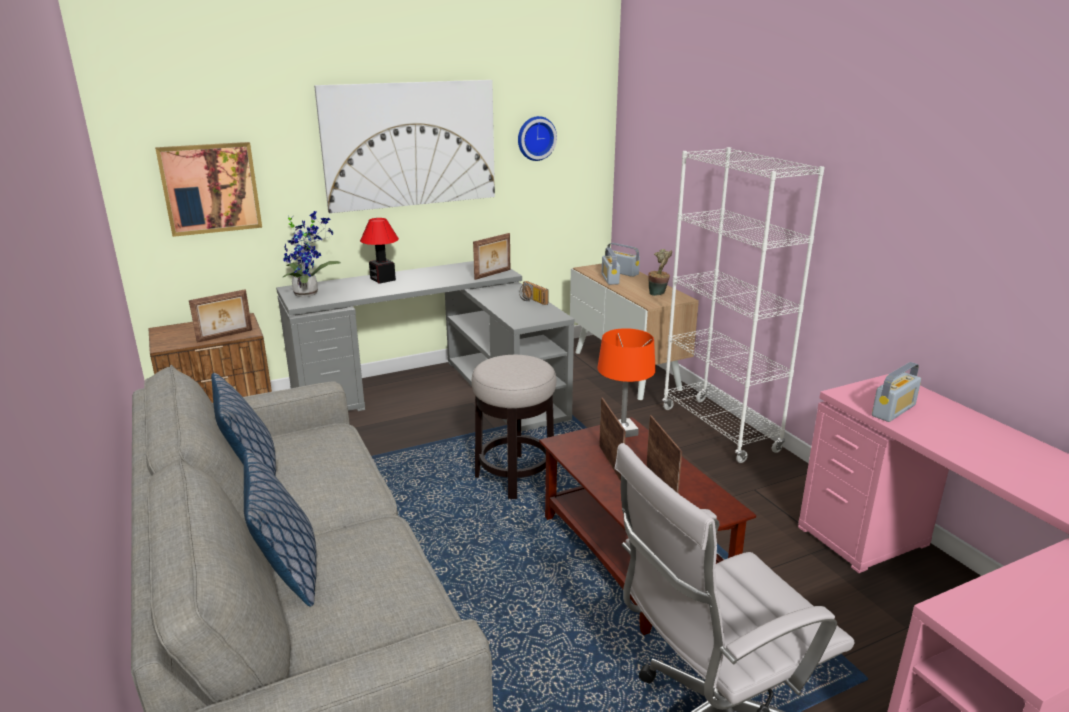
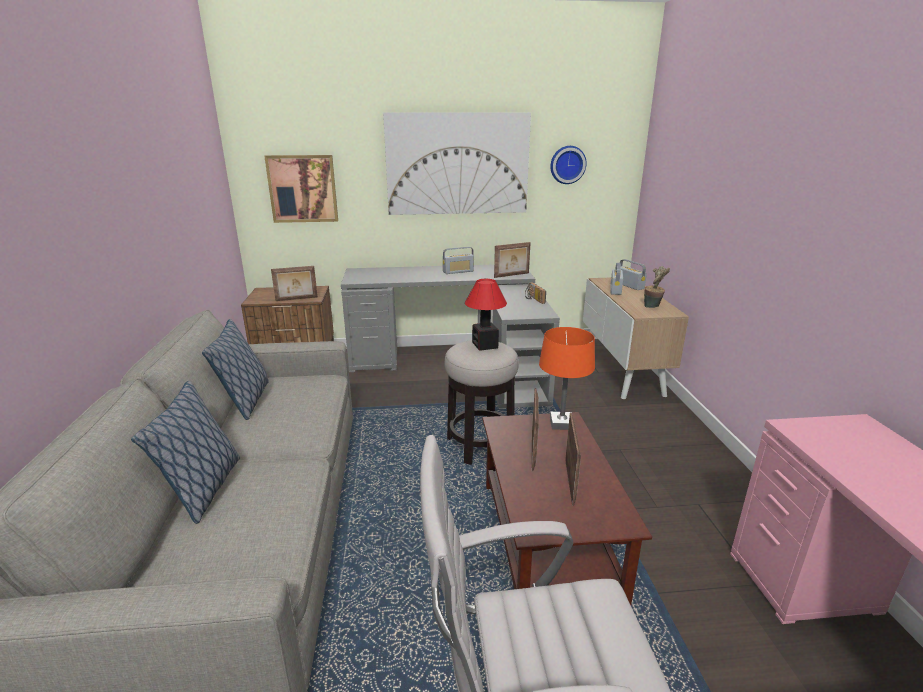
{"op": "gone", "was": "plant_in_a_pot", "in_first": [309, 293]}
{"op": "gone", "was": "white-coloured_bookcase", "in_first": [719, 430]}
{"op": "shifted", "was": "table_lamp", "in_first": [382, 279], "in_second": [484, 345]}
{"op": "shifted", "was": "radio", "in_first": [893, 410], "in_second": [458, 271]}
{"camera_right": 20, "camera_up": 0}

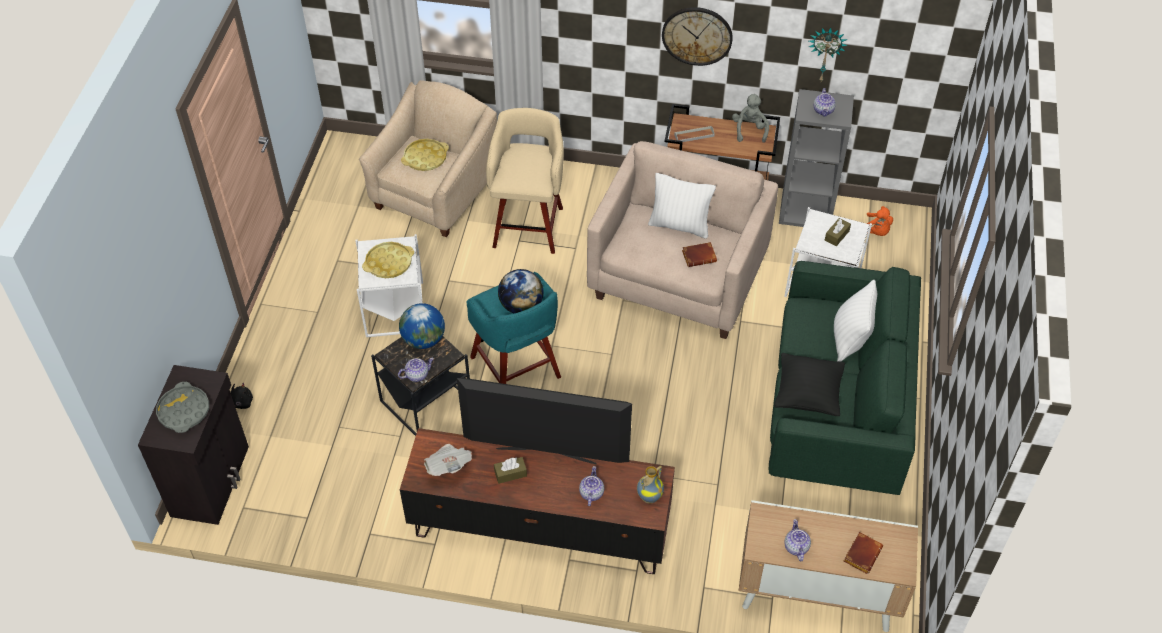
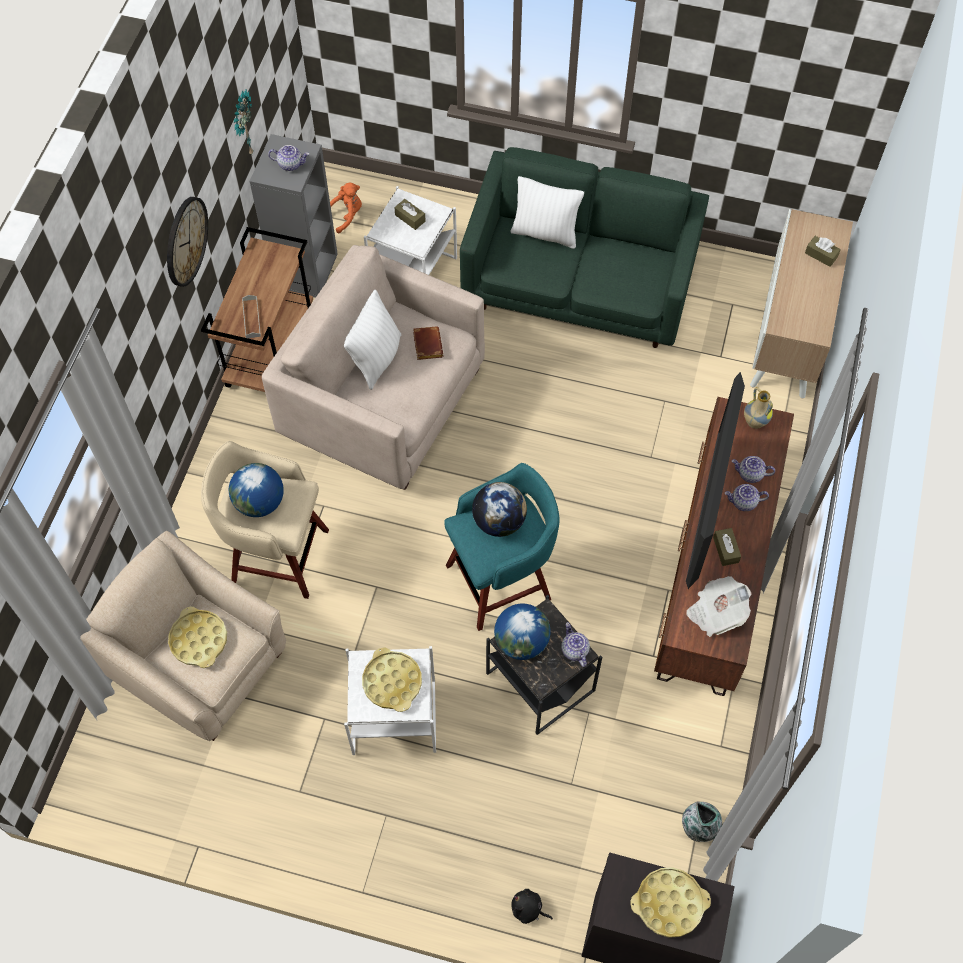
{"op": "gone", "was": "grey_soft_toy", "in_first": [749, 130]}
{"op": "gone", "was": "black_throw_pillow", "in_first": [807, 395]}
{"op": "new", "now": "desk_globe", "in_second": [259, 502]}
{"op": "new", "now": "decorative_vase", "in_second": [697, 830]}
{"op": "shifted", "was": "pot_for_tea", "in_first": [795, 547], "in_second": [743, 502]}
{"op": "swapped", "was": "brown_book", "now": "brown_tissue_box", "in_first": [861, 553], "in_second": [821, 255]}
{"op": "repainted", "was": "grey_carrying_tray", "now": "yellow_carrying_tray", "in_first": [184, 411], "in_second": [669, 904]}
{"camera_right": -85, "camera_up": 10}

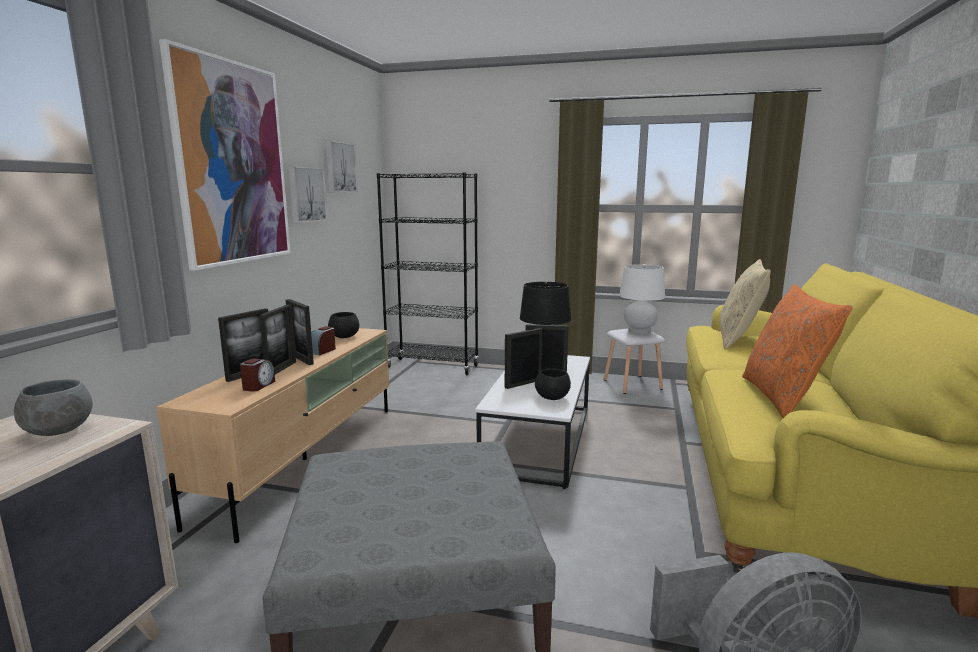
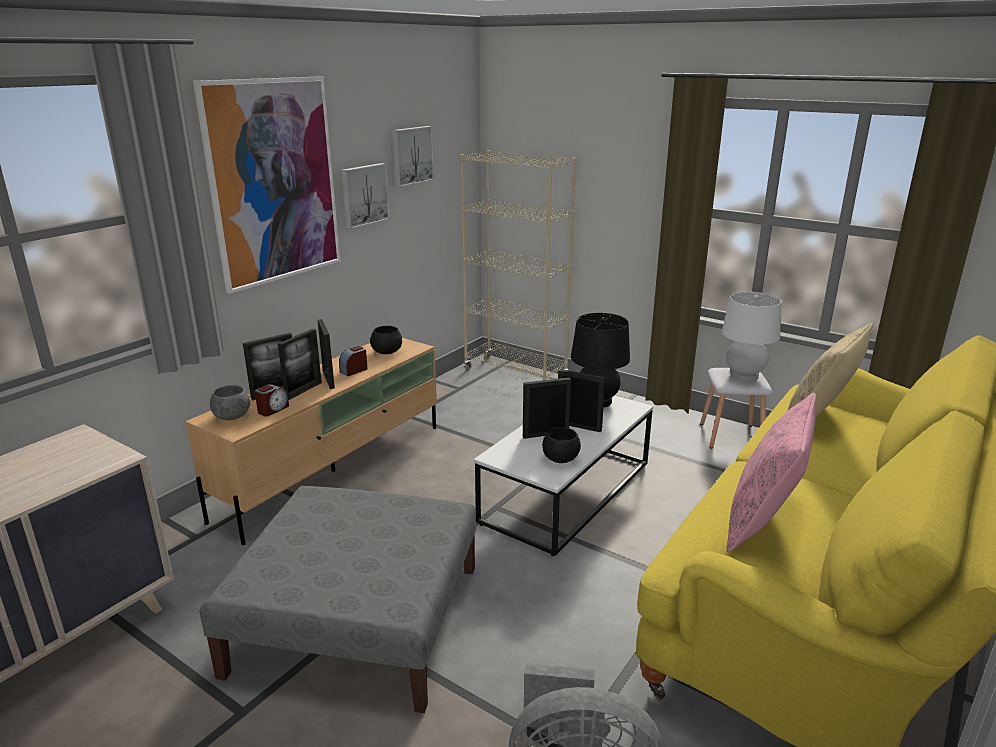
{"op": "shifted", "was": "grey_bowl", "in_first": [58, 431], "in_second": [232, 417]}
{"op": "repainted", "was": "black_bookcase", "now": "beige_bookcase", "in_first": [432, 367], "in_second": [515, 375]}
{"op": "repainted", "was": "orangey_throw_pillow", "now": "pinkish_throw_pillow", "in_first": [783, 398], "in_second": [763, 522]}
{"camera_right": 20, "camera_up": 10}

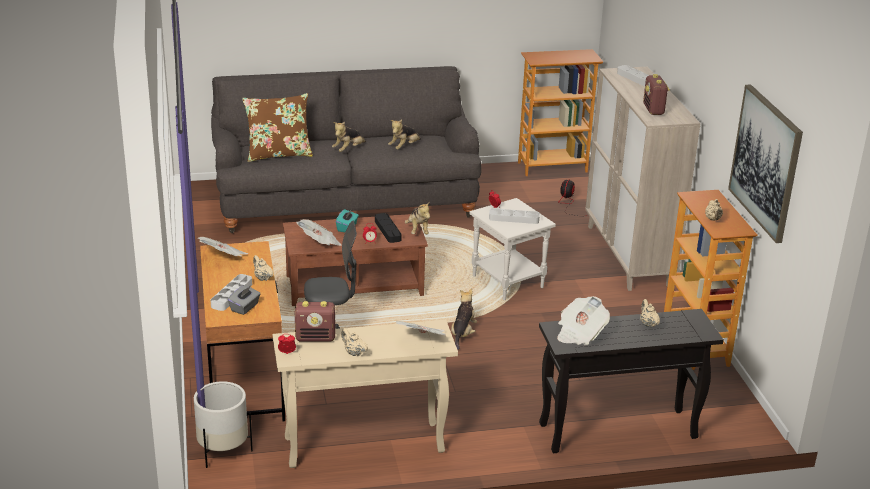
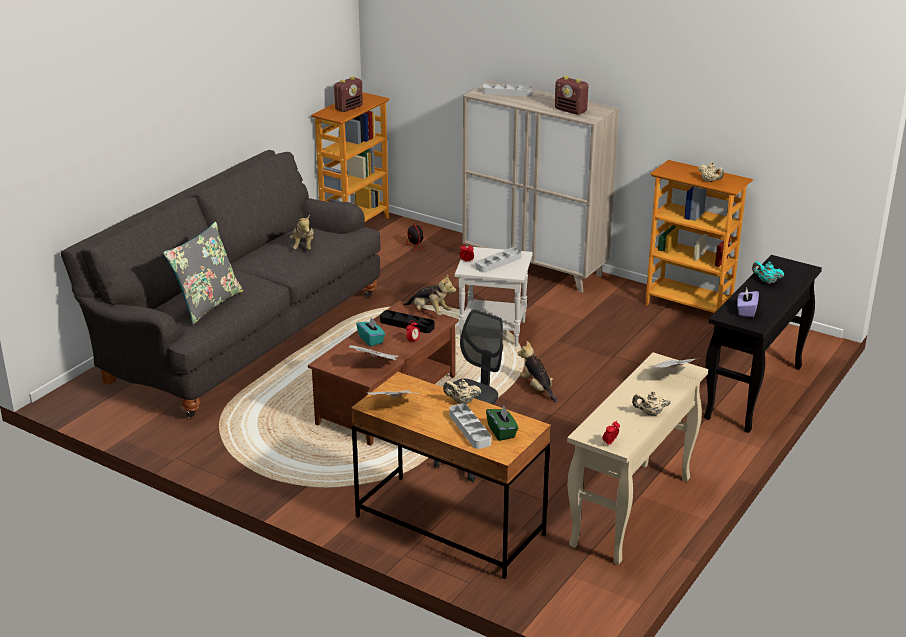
{"op": "gone", "was": "white-coloured_planter", "in_first": [223, 451]}
{"op": "gone", "was": "soft_toy", "in_first": [348, 149]}
{"op": "gone", "was": "wall_art", "in_first": [766, 162]}
{"op": "shifted", "was": "radio", "in_first": [316, 338], "in_second": [349, 108]}
{"op": "swapped", "was": "daily_paper", "now": "purple-coloured_tissue_box", "in_first": [580, 333], "in_second": [746, 311]}
{"op": "repainted", "was": "grey_tissue_box", "now": "green_tissue_box", "in_first": [245, 307], "in_second": [502, 432]}
{"op": "repainted", "was": "brown_throw_pillow", "now": "grey_throw_pillow", "in_first": [278, 154], "in_second": [207, 304]}
{"op": "repainted", "was": "beige_pot_for_tea", "now": "turquoise-coloured_pot_for_tea", "in_first": [648, 324], "in_second": [766, 281]}
{"camera_right": -45, "camera_up": 0}

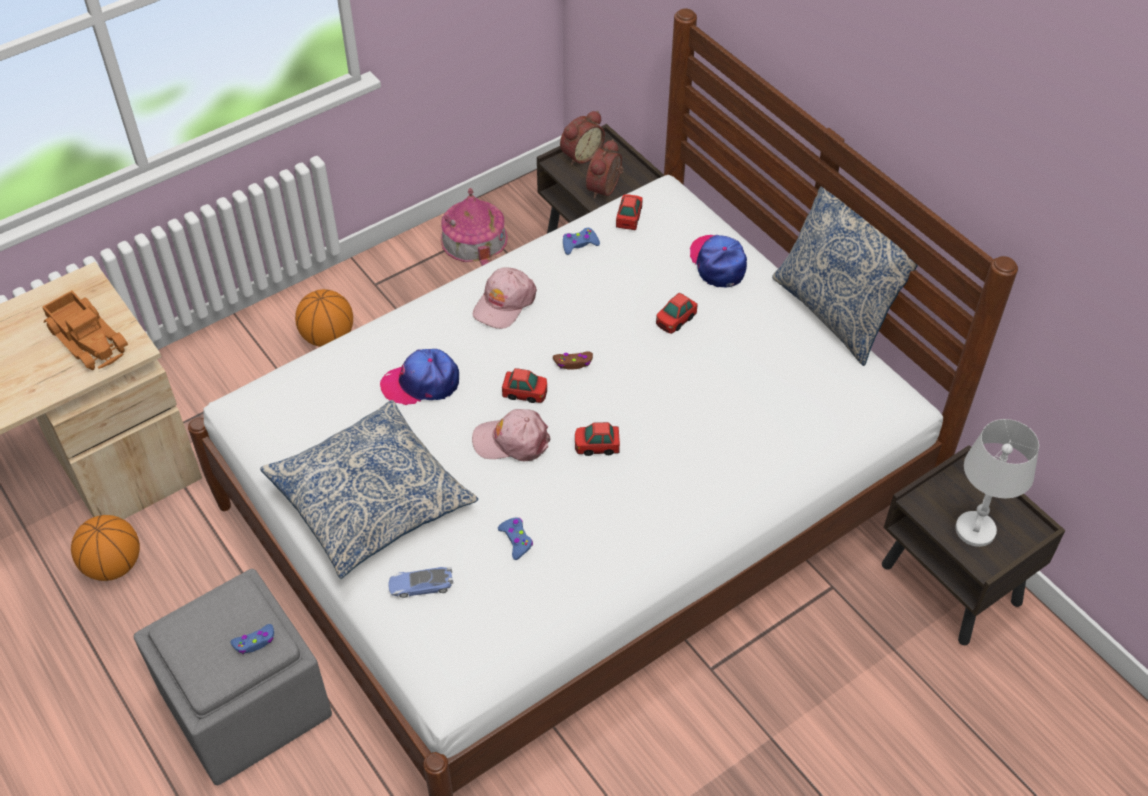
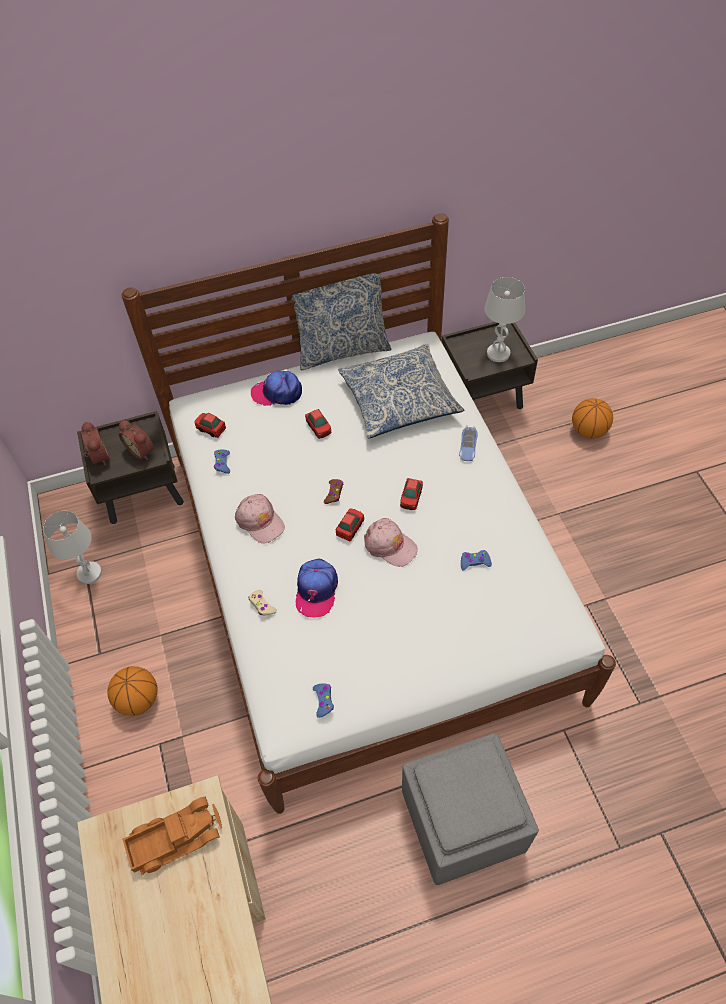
{"op": "new", "now": "beige_joypad", "in_second": [262, 605]}
{"op": "shifted", "was": "basketball_ball", "in_first": [113, 565], "in_second": [588, 431]}
{"op": "shifted", "was": "blue-coloured_joypad", "in_first": [255, 642], "in_second": [323, 701]}
{"op": "shifted", "was": "throw_pillow", "in_first": [370, 499], "in_second": [399, 400]}
{"op": "shifted", "was": "miniature_car", "in_first": [421, 585], "in_second": [468, 446]}
{"op": "swapped", "was": "miniature_house", "now": "white-coloured_table_lamp", "in_first": [474, 239], "in_second": [89, 573]}
{"op": "rotated", "was": "pinkish_cap", "in_first": [512, 441], "in_second": [390, 545], "clockwise": -75}
{"camera_right": -70, "camera_up": 5}

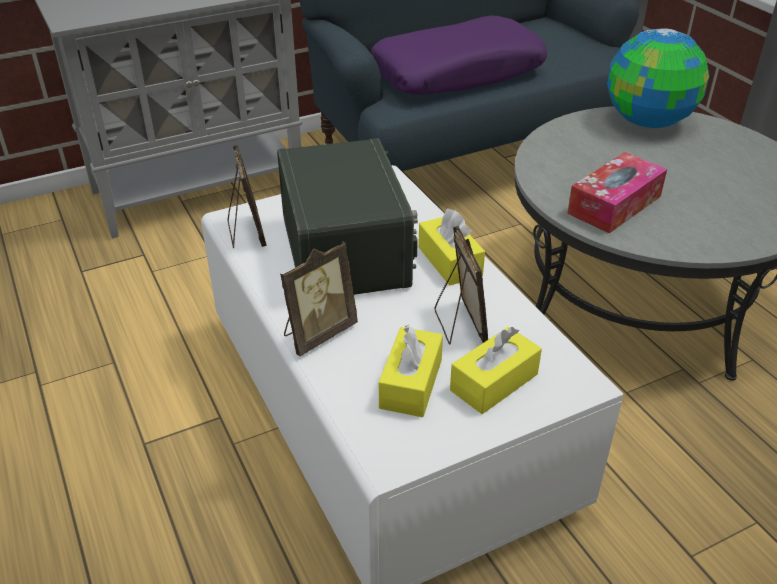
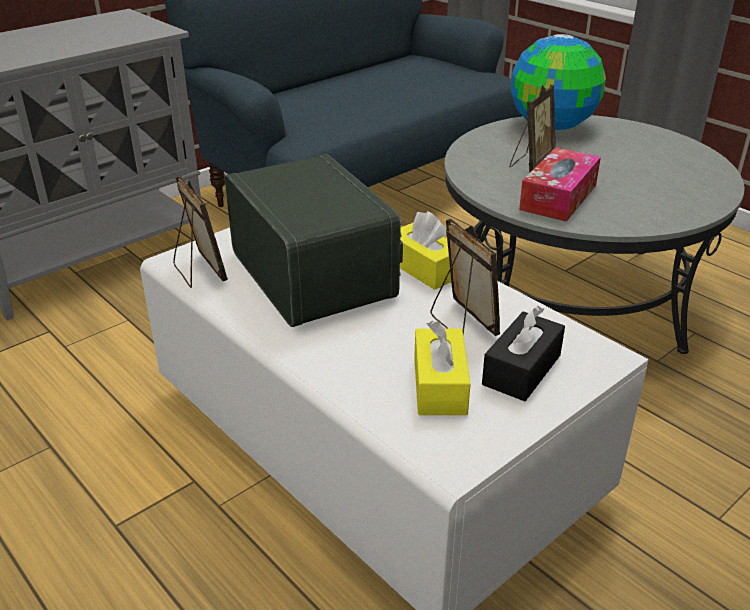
{"op": "gone", "was": "purple-coloured_throw_pillow", "in_first": [457, 73]}
{"op": "shifted", "was": "standing_frame", "in_first": [317, 333], "in_second": [531, 163]}
{"op": "repainted", "was": "yellow_tissue_box", "now": "black_tissue_box", "in_first": [494, 382], "in_second": [521, 370]}
{"camera_right": -15, "camera_up": -5}

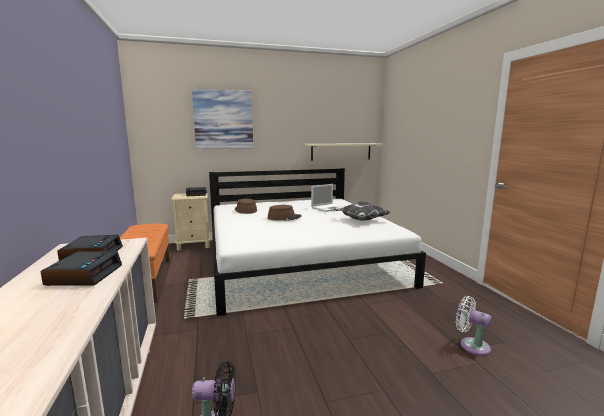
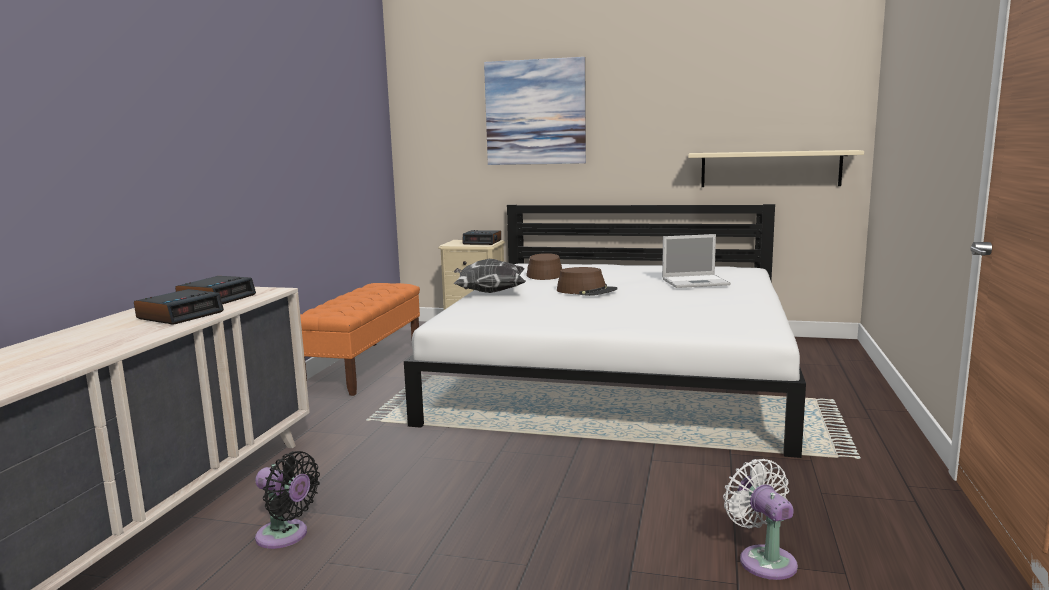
{"op": "shifted", "was": "throw_pillow", "in_first": [360, 220], "in_second": [489, 292]}
{"camera_right": 30, "camera_up": 0}

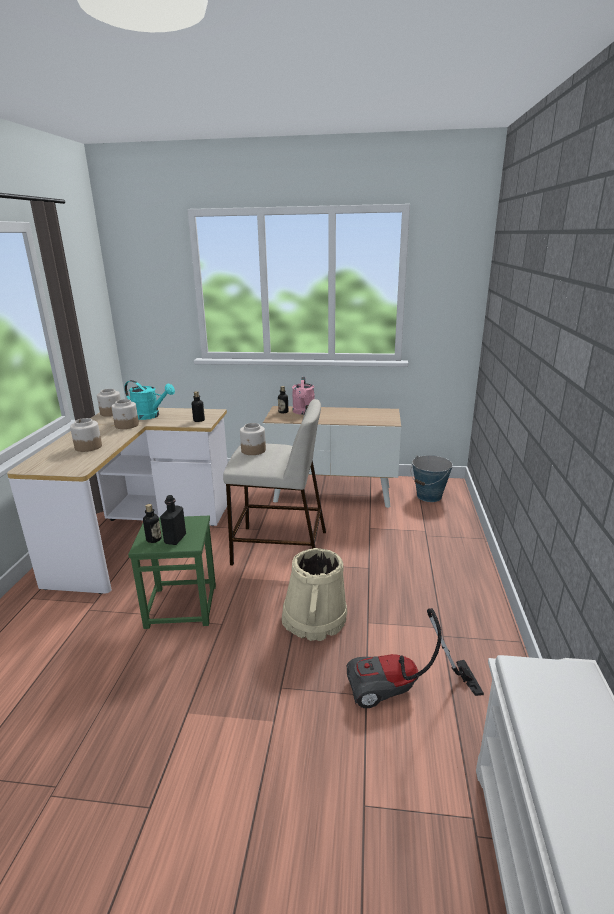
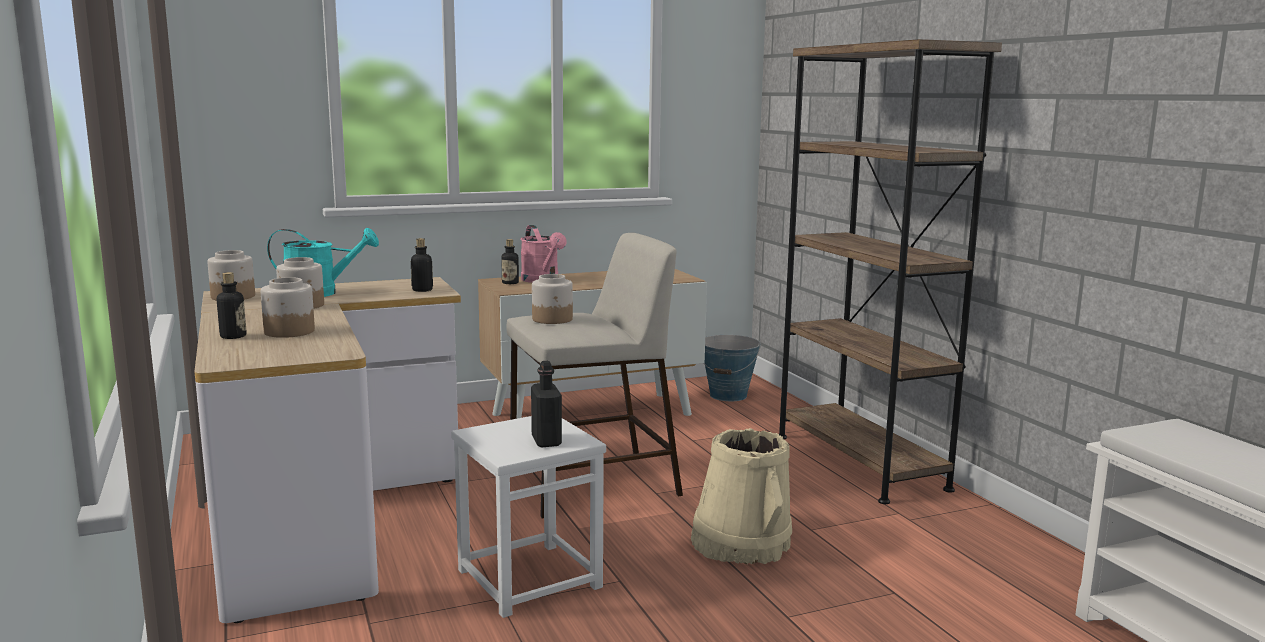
{"op": "gone", "was": "hoover", "in_first": [402, 691]}
{"op": "new", "now": "brown_bookcase", "in_second": [859, 462]}
{"op": "shifted", "was": "beverage_bottle", "in_first": [154, 539], "in_second": [233, 336]}
{"op": "repainted", "was": "green_sitting_stool", "now": "white-coloured_sitting_stool", "in_first": [182, 606], "in_second": [529, 578]}
{"camera_right": -30, "camera_up": -10}

